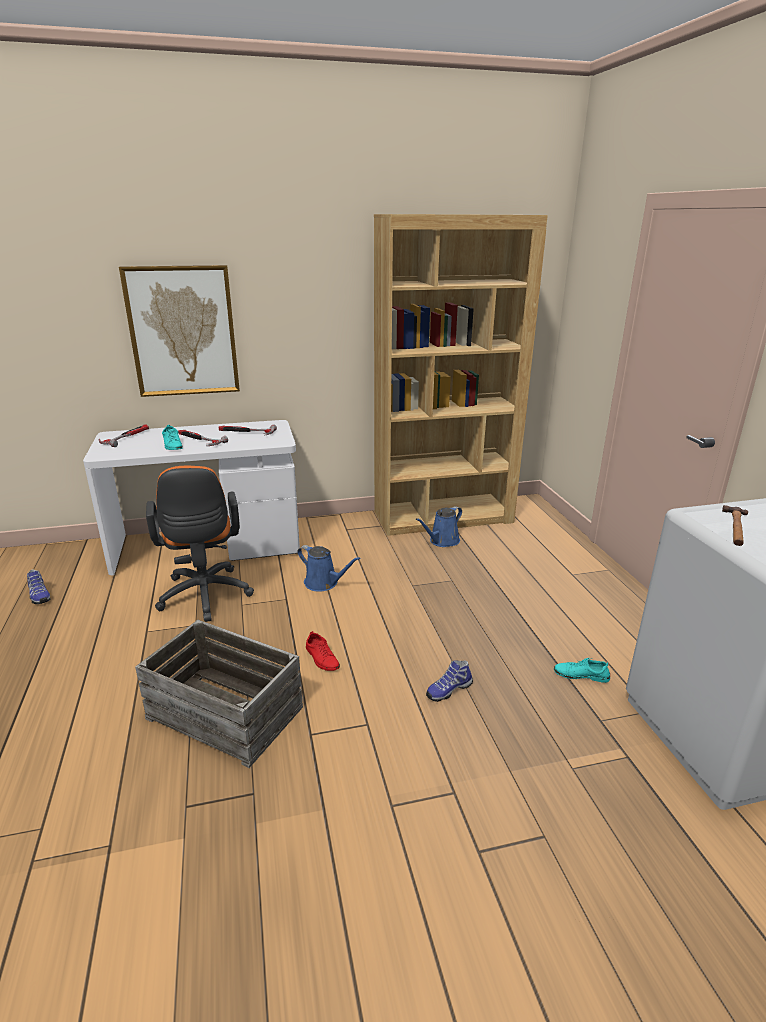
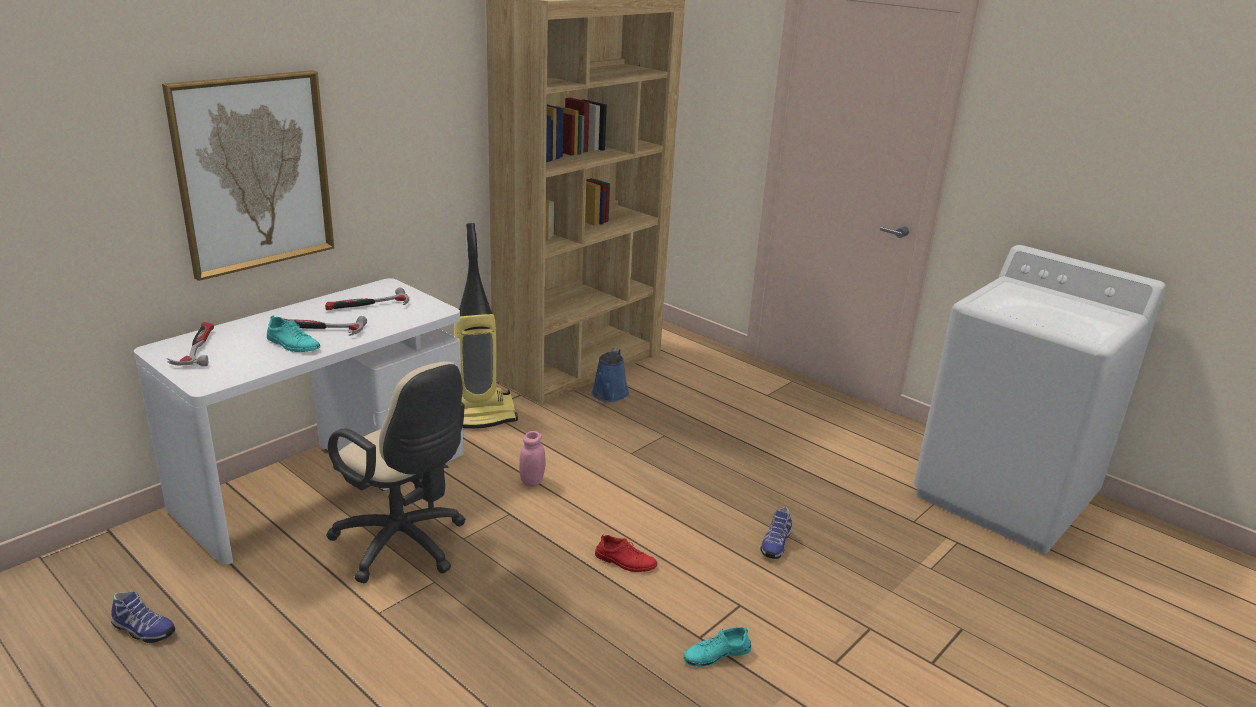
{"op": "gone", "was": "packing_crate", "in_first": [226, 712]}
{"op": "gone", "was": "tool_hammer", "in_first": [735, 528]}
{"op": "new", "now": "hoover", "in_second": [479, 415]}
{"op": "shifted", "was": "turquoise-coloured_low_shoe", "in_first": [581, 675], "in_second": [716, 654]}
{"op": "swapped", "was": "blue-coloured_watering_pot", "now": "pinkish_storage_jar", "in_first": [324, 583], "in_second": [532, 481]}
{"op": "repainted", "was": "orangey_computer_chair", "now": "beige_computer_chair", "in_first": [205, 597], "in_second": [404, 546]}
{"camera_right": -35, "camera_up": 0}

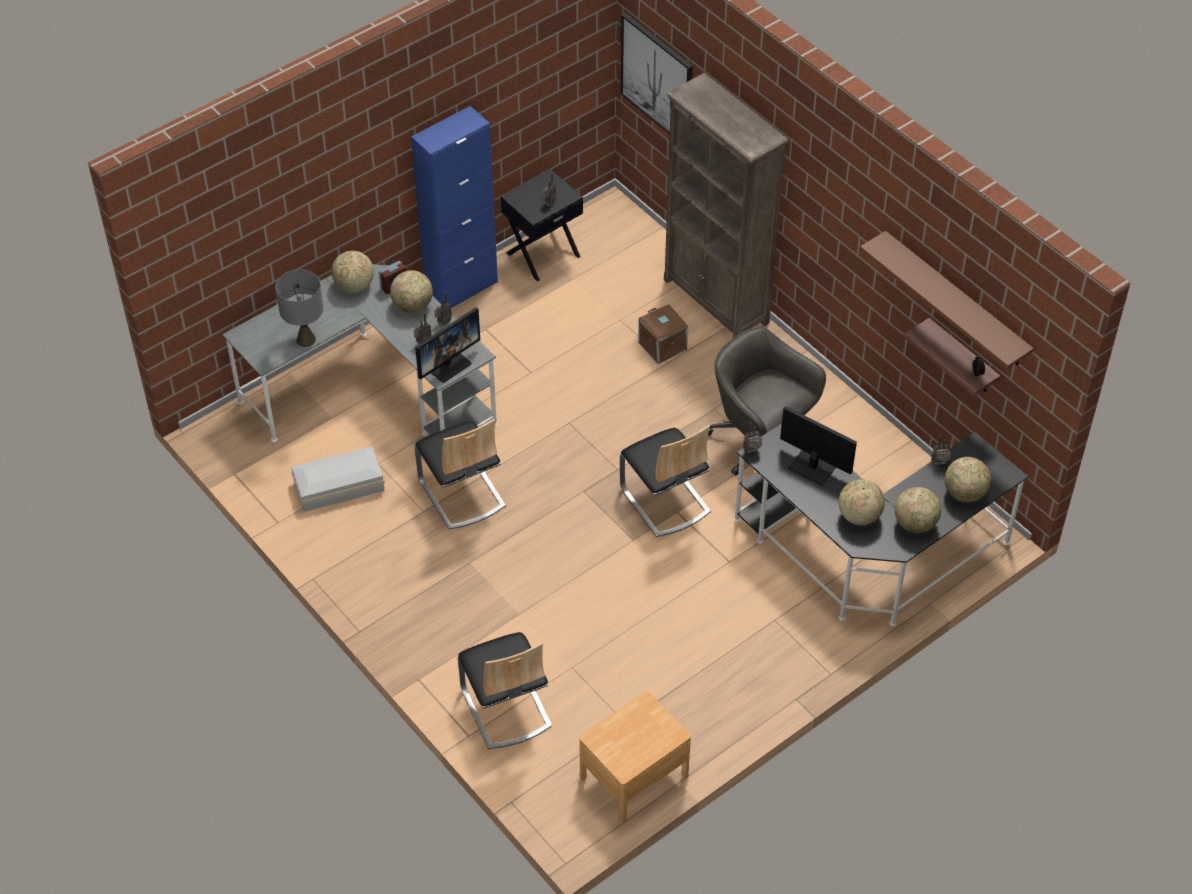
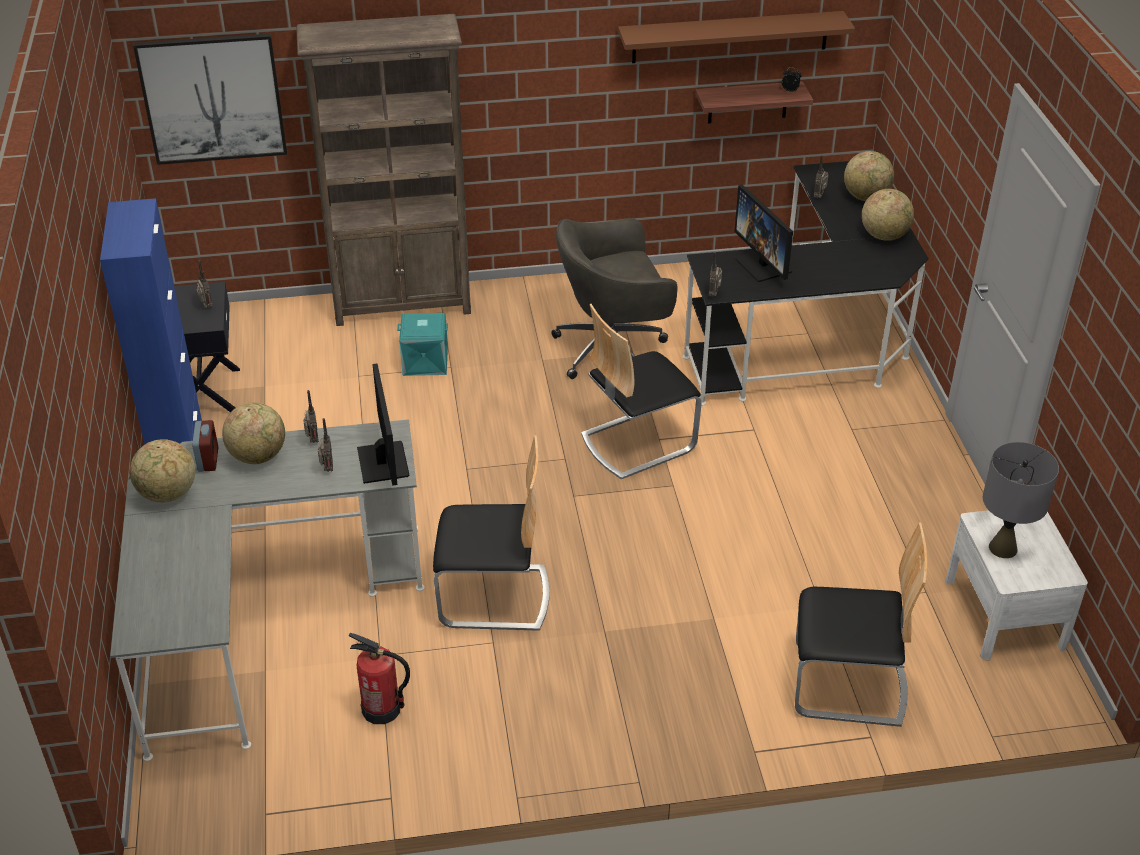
{"op": "gone", "was": "desk_globe", "in_first": [859, 516]}
{"op": "shifted", "was": "grey_table_lamp", "in_first": [306, 339], "in_second": [1003, 548]}
{"op": "swapped", "was": "white-coloured_storage_box", "now": "extinguisher", "in_first": [337, 485], "in_second": [382, 709]}
{"op": "repainted", "was": "brown_nightstand", "now": "white-coloured_nightstand", "in_first": [634, 776], "in_second": [1004, 614]}
{"op": "repainted", "was": "brown_storage_box", "now": "turquoise-coloured_storage_box", "in_first": [663, 346], "in_second": [425, 361]}
{"op": "rotated", "was": "upright_chair", "in_first": [665, 500], "in_second": [637, 441], "clockwise": 150}
{"op": "rotated", "was": "monitor", "in_first": [812, 466], "in_second": [763, 265], "clockwise": -90}
{"camera_right": -60, "camera_up": -10}

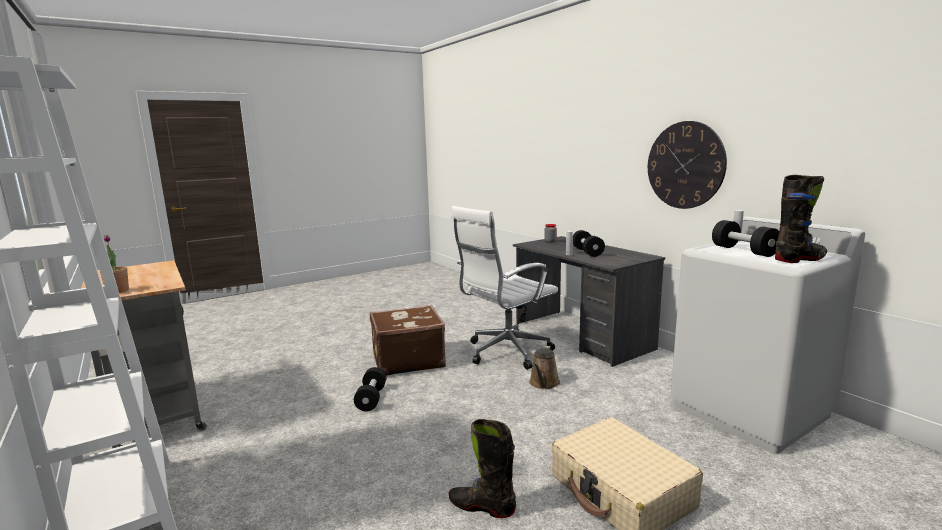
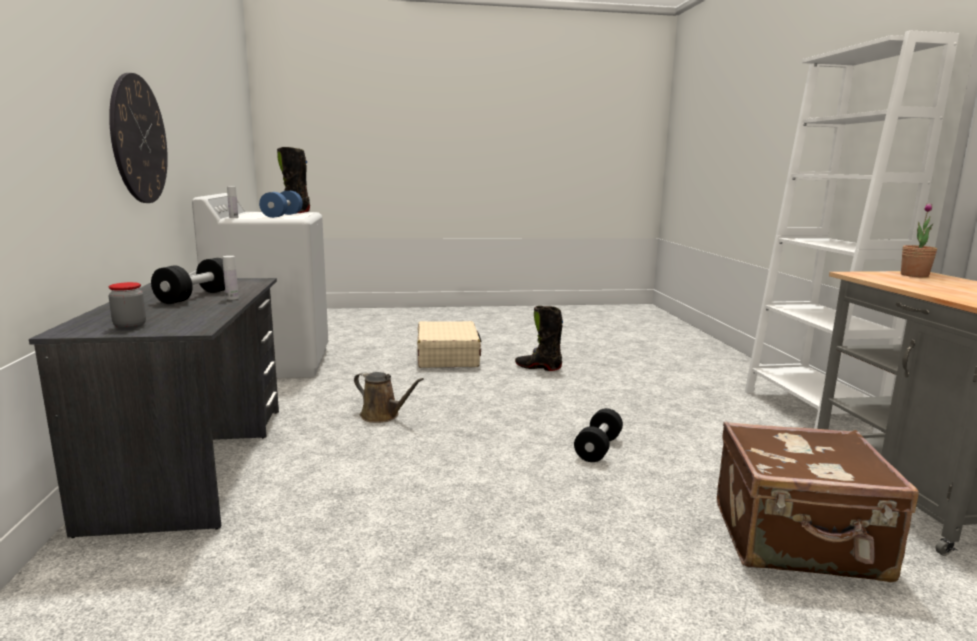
{"op": "gone", "was": "white-coloured_computer_chair", "in_first": [505, 353]}
{"op": "shifted", "was": "brown_travel_case", "in_first": [407, 360], "in_second": [798, 542]}
{"op": "repainted", "was": "black_free_weight", "now": "blue-coloured_free_weight", "in_first": [743, 251], "in_second": [282, 215]}
{"op": "rotated", "was": "black_high-top_boot", "in_first": [482, 507], "in_second": [538, 367], "clockwise": 150}
{"op": "rotated", "was": "brown_watering_pot", "in_first": [543, 383], "in_second": [382, 416], "clockwise": 75}
{"camera_right": -155, "camera_up": 0}

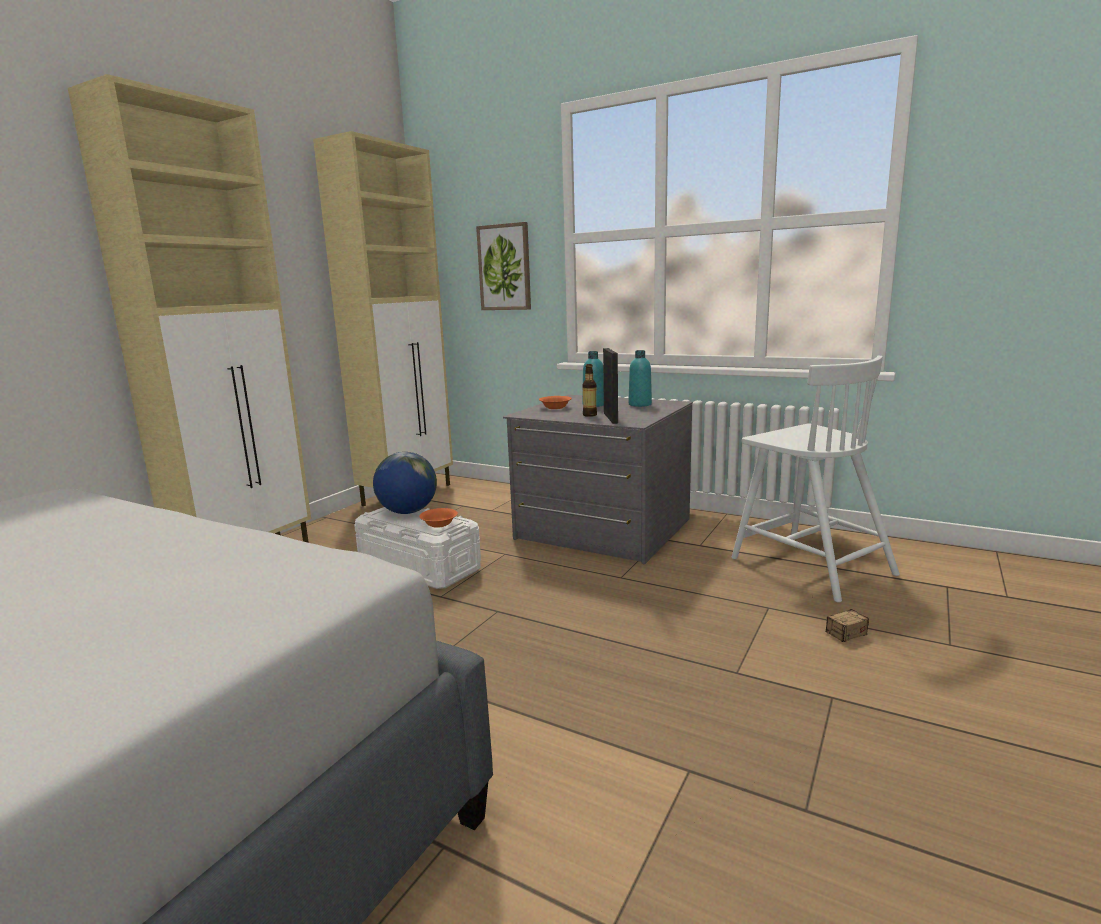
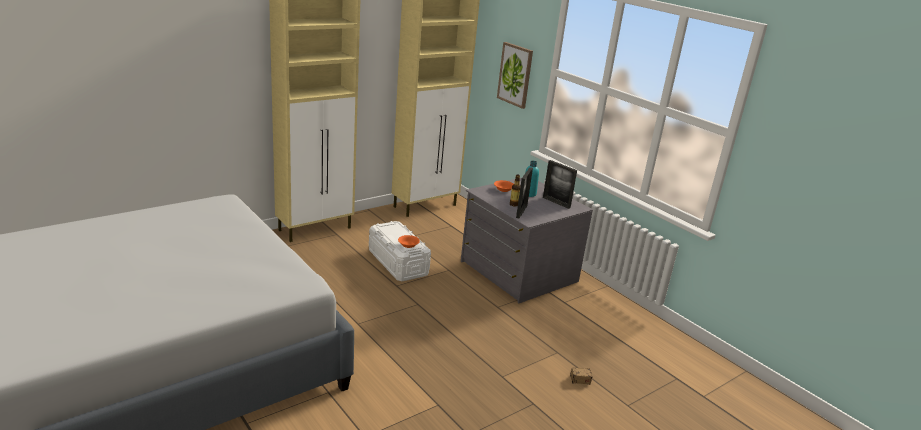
{"op": "gone", "was": "desk_globe", "in_first": [408, 512]}
{"op": "gone", "was": "white-coloured_upright_chair", "in_first": [809, 565]}
{"op": "swapped", "was": "turquoise-coloured_beverage_bottle", "now": "standing_frame", "in_first": [640, 404], "in_second": [556, 202]}
{"camera_right": 20, "camera_up": 10}

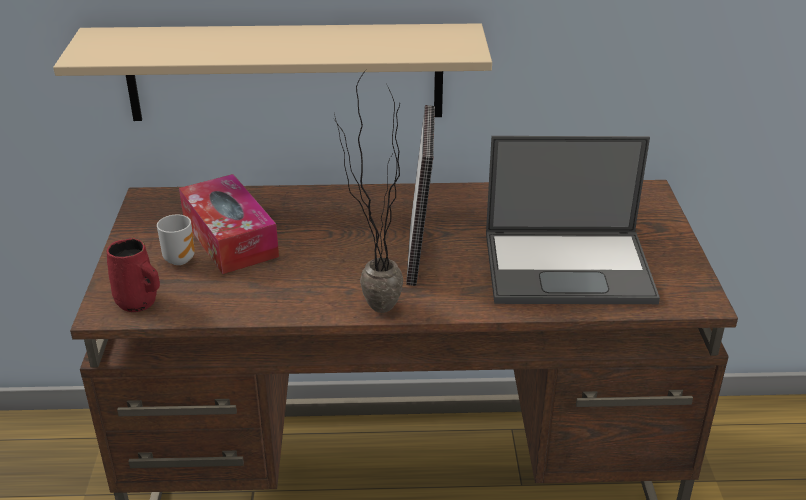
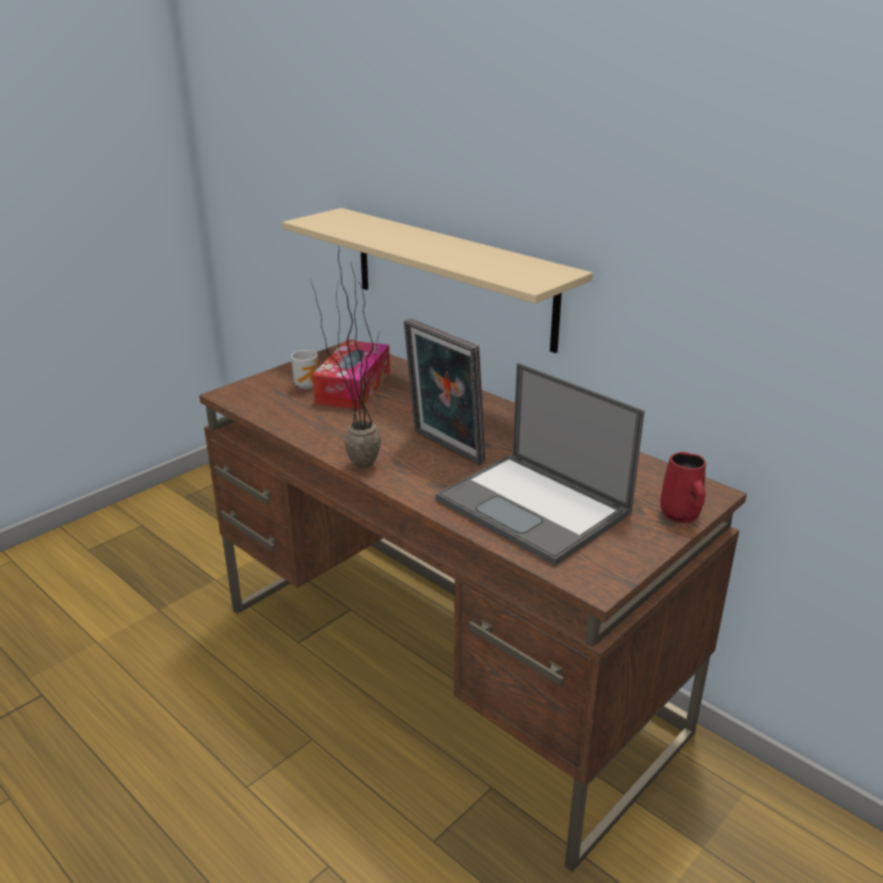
{"op": "shifted", "was": "red_tea_mug", "in_first": [138, 302], "in_second": [680, 515]}
{"op": "rotated", "was": "standing_frame", "in_first": [420, 255], "in_second": [444, 449], "clockwise": 90}
{"camera_right": 45, "camera_up": -5}

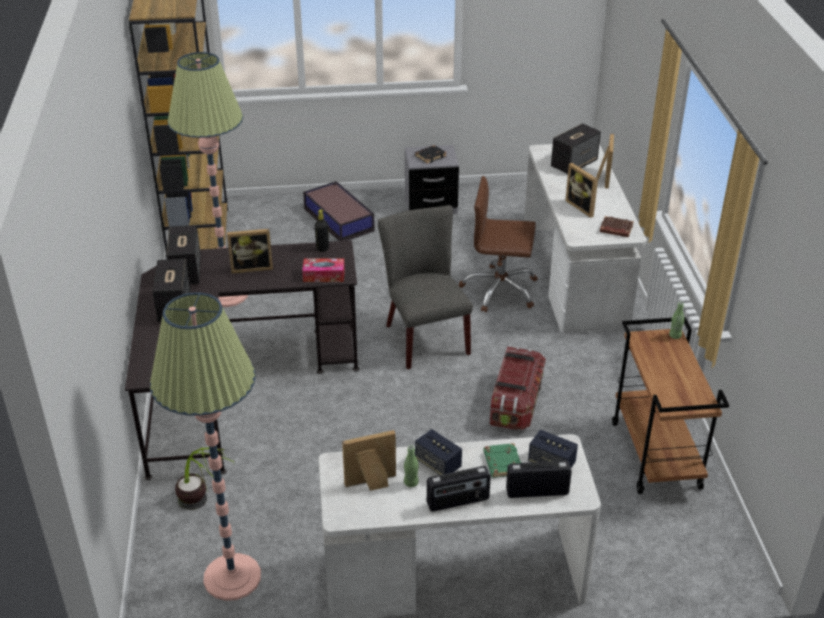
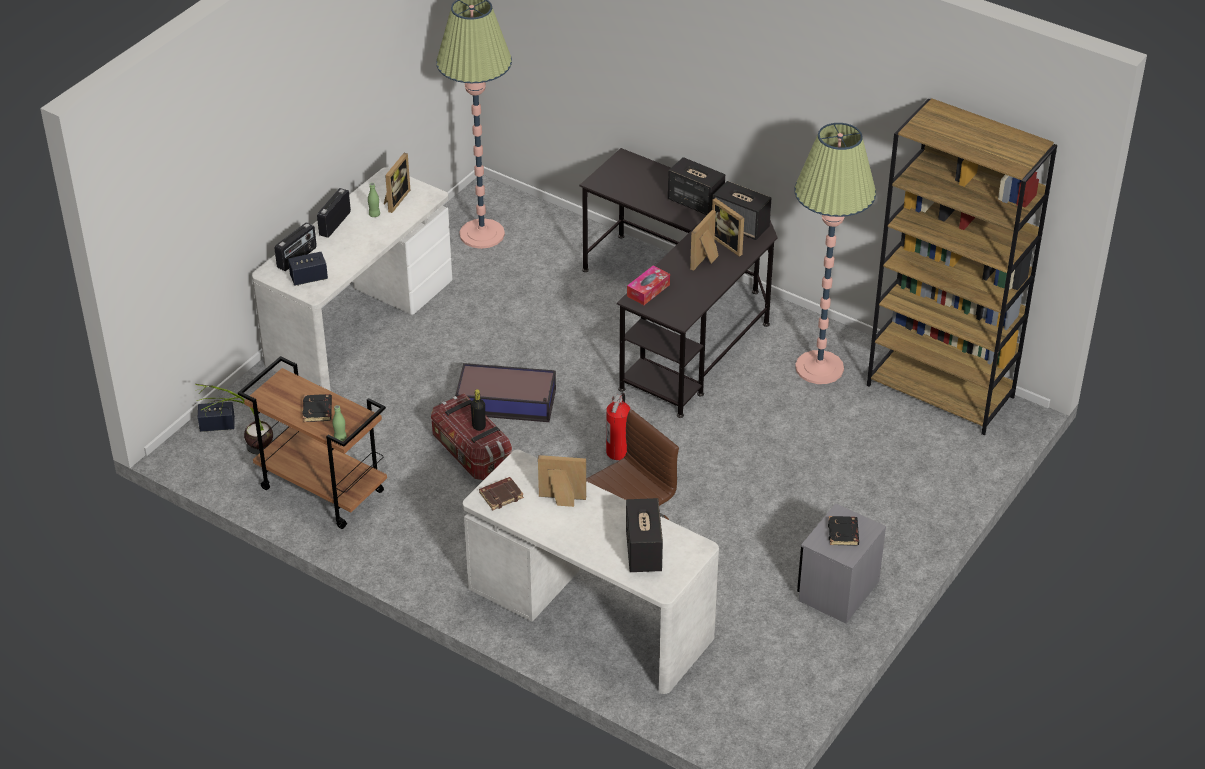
{"op": "gone", "was": "green_book", "in_first": [502, 463]}
{"op": "new", "now": "black_book", "in_second": [318, 411]}
{"op": "shifted", "was": "plant_in_a_pot", "in_first": [205, 507], "in_second": [243, 447]}
{"op": "shifted", "was": "storage_box", "in_first": [338, 219], "in_second": [507, 402]}
{"op": "shifted", "was": "black_beverage_bottle", "in_first": [322, 248], "in_second": [479, 426]}
{"op": "shifted", "was": "audio_speaker", "in_first": [438, 464], "in_second": [217, 425]}
{"op": "shifted", "was": "standing_frame", "in_first": [602, 178], "in_second": [730, 243]}
{"op": "swapped", "was": "grey_upright_chair", "now": "extinguisher", "in_first": [423, 336], "in_second": [618, 452]}
{"camera_right": 130, "camera_up": 5}

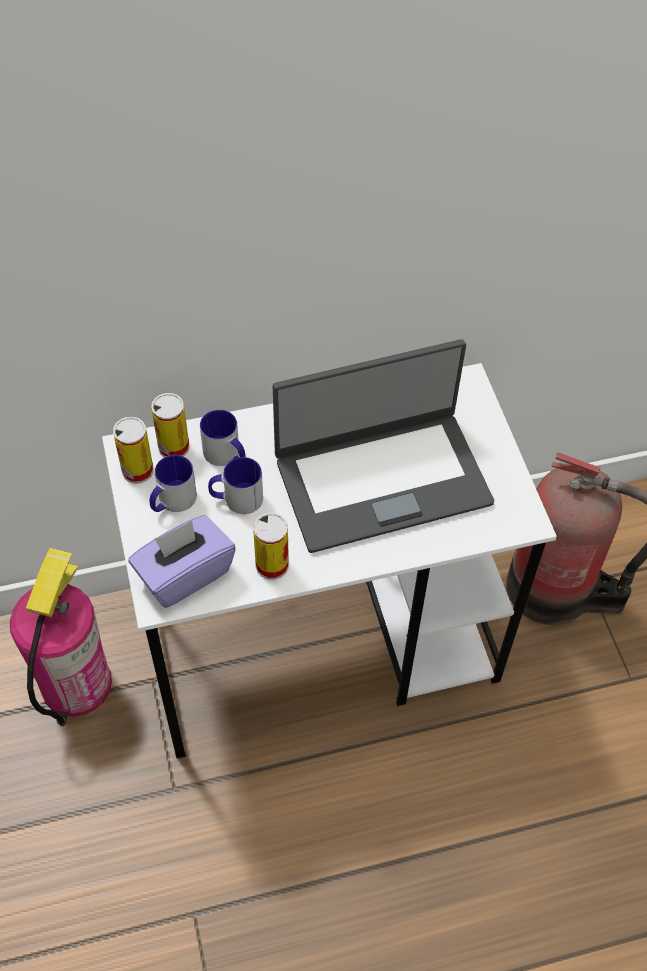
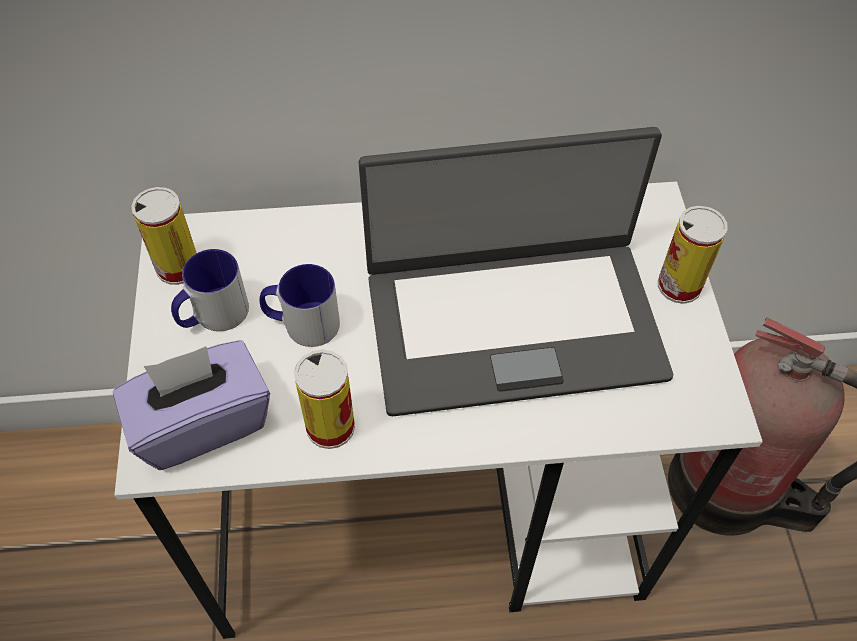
{"op": "gone", "was": "extinguisher", "in_first": [75, 683]}
{"op": "gone", "was": "tea_mug", "in_first": [226, 455]}
{"op": "shifted", "was": "can", "in_first": [173, 447], "in_second": [679, 285]}
{"camera_right": 10, "camera_up": 0}

